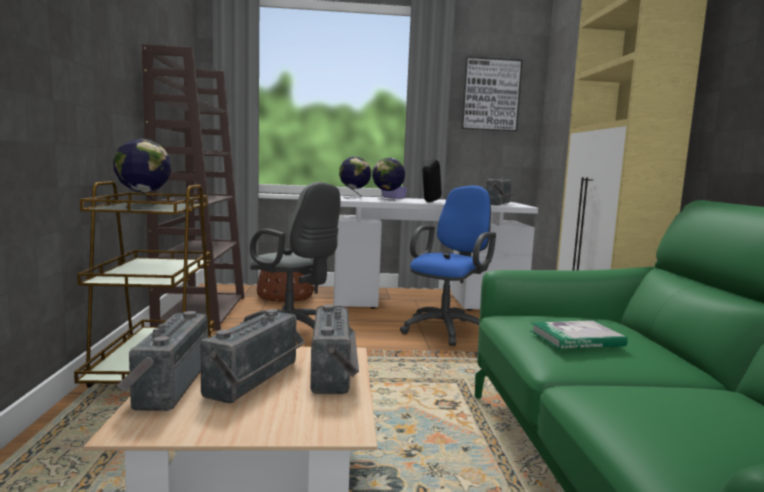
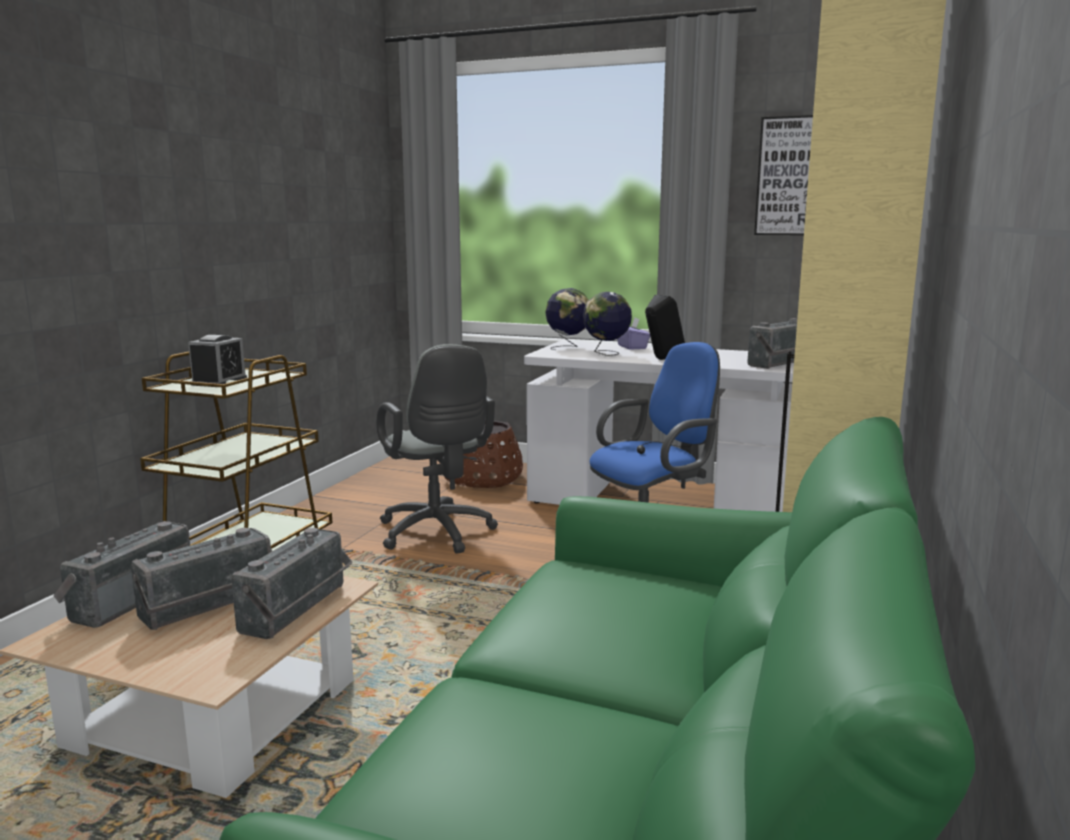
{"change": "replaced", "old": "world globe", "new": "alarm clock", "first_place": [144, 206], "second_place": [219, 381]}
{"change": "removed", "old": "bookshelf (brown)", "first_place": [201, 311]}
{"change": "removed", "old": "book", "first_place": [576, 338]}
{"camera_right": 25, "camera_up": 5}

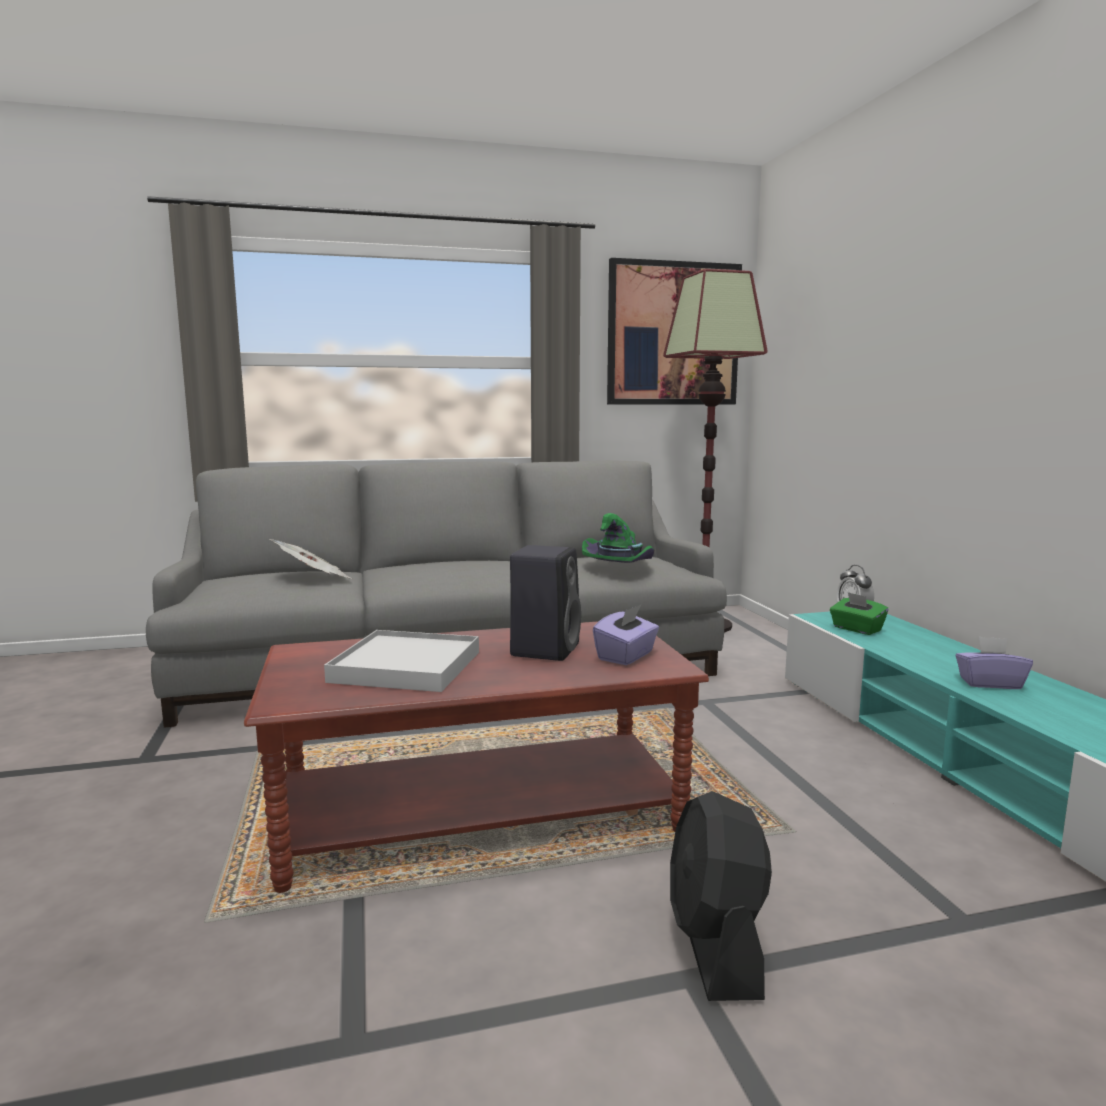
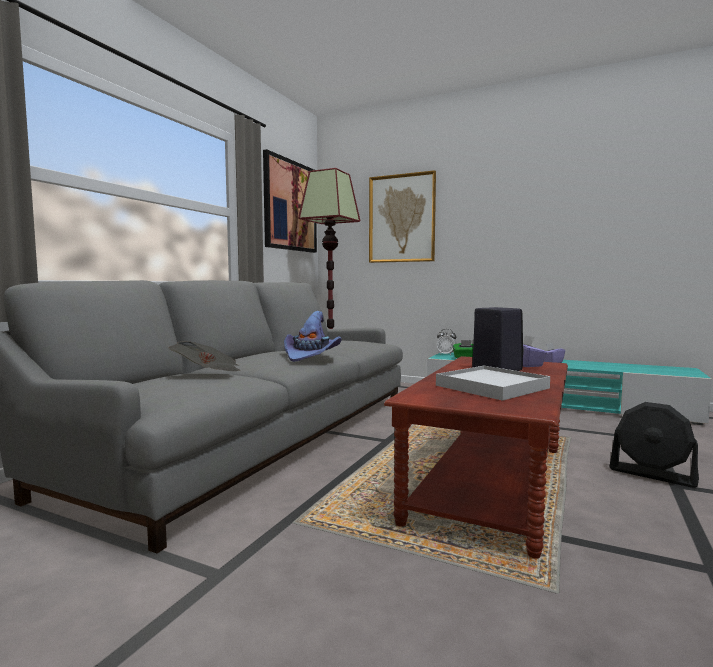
{"change": "added", "new": "wearable hat (purple)", "second_place": [311, 356]}
{"change": "added", "new": "wall art", "second_place": [402, 218]}
{"change": "removed", "old": "wearable hat (greenish)", "first_place": [619, 566]}
{"camera_right": -50, "camera_up": -5}

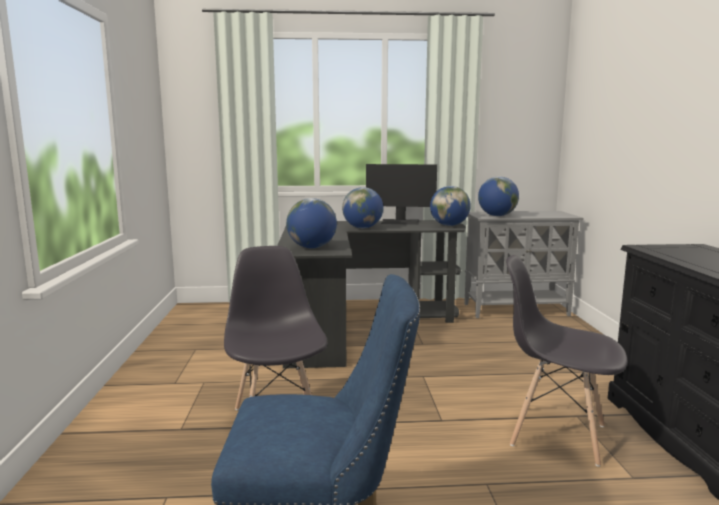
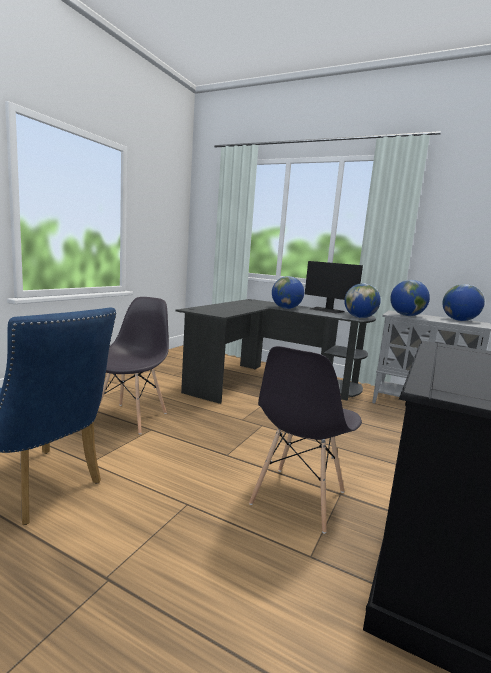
{"change": "turned", "old": "upright chair (grey)", "first_place": [556, 434], "second_place": [298, 498], "degrees": -120}
{"change": "moved", "old": "world globe", "first_place": [312, 247], "second_place": [459, 320]}
{"camera_right": 30, "camera_up": 0}

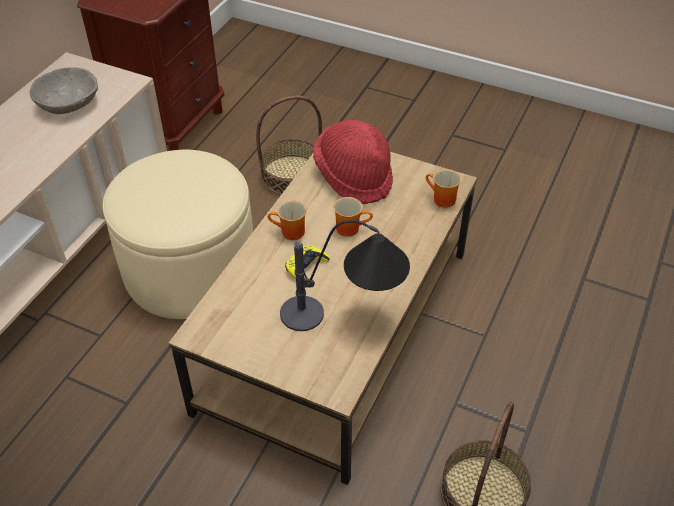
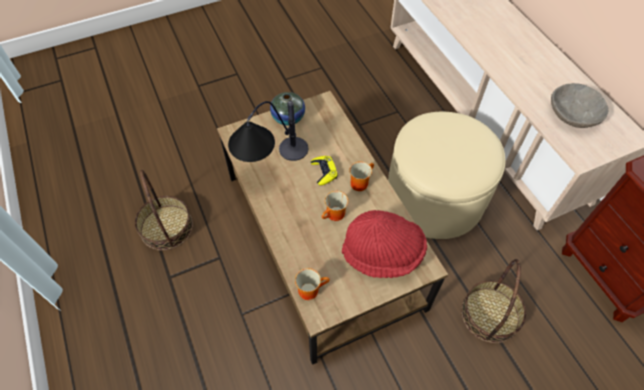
{"change": "added", "new": "vase", "second_place": [288, 117]}
{"camera_right": 130, "camera_up": 10}

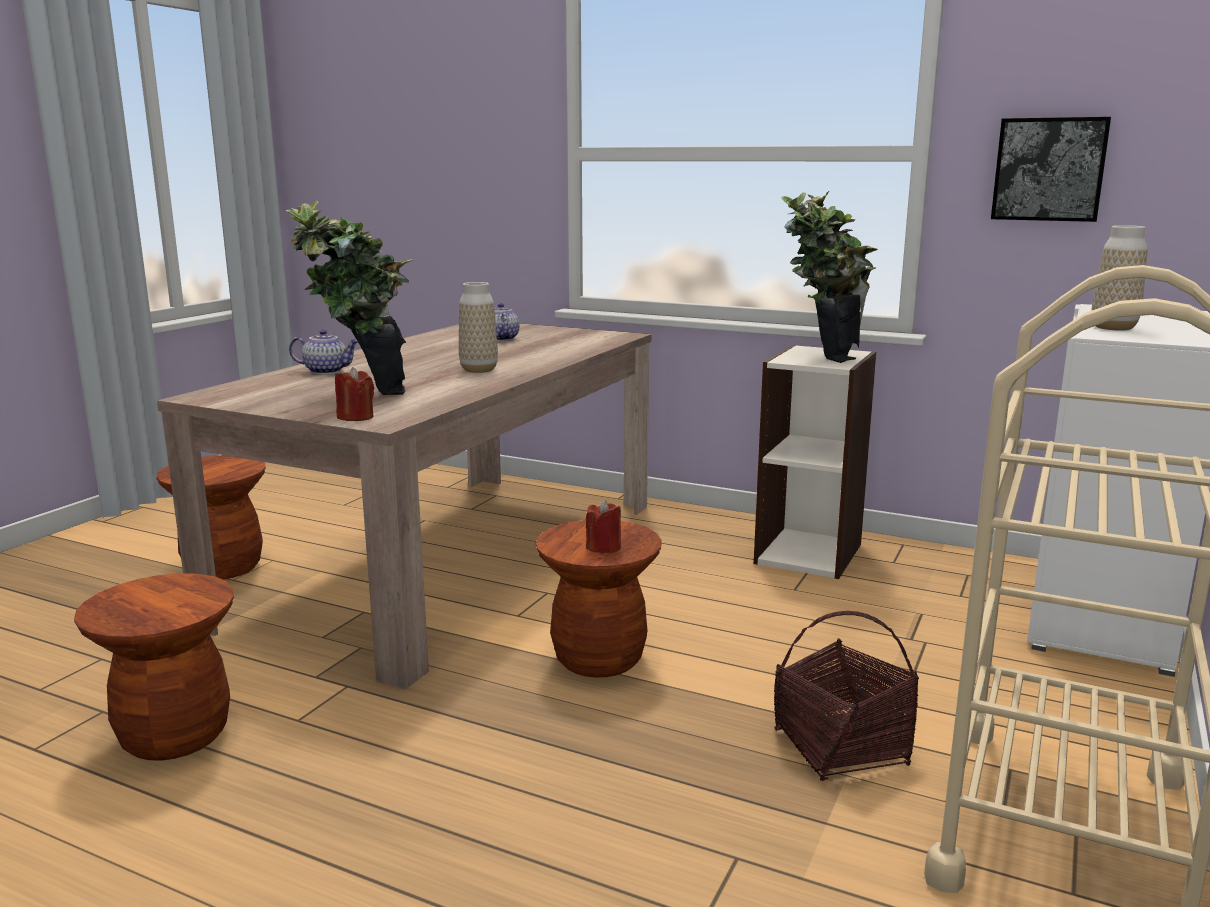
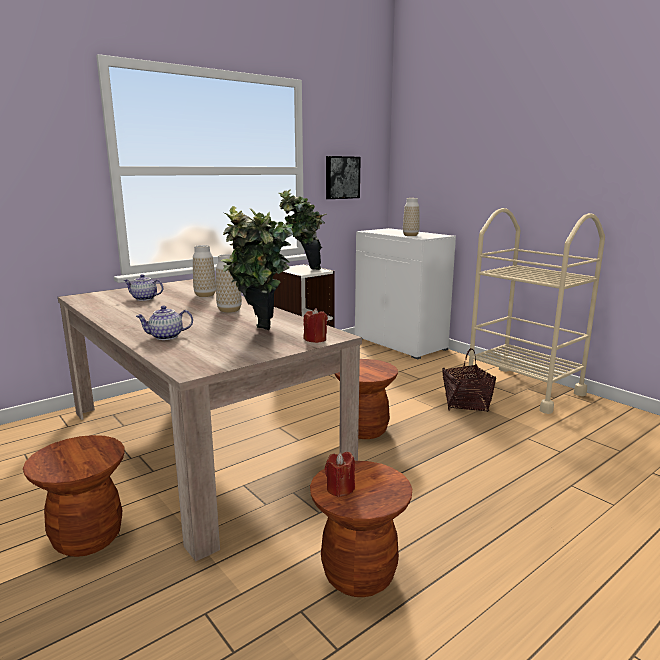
{"change": "turned", "old": "teapot", "first_place": [327, 371], "second_place": [166, 337], "degrees": -135}
{"change": "added", "new": "vase", "second_place": [205, 295]}
{"change": "moved", "old": "wax light (reddish)", "first_place": [604, 548], "second_place": [340, 489]}
{"camera_right": -65, "camera_up": 0}

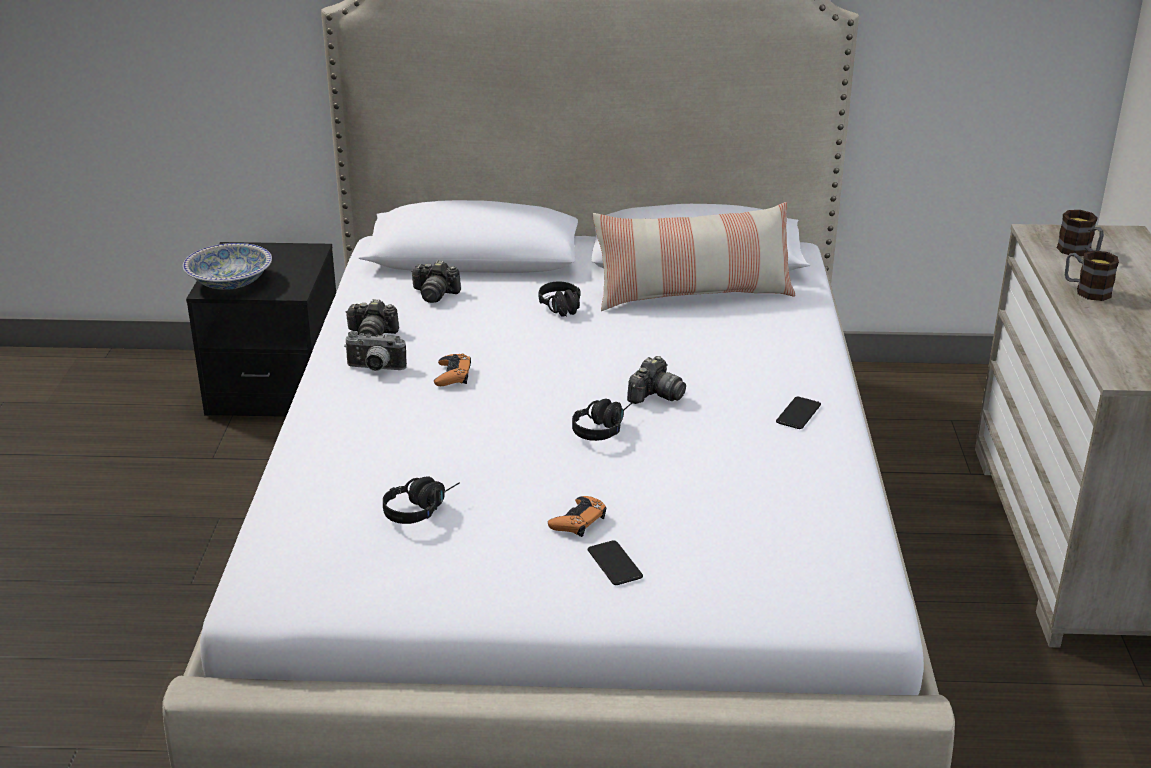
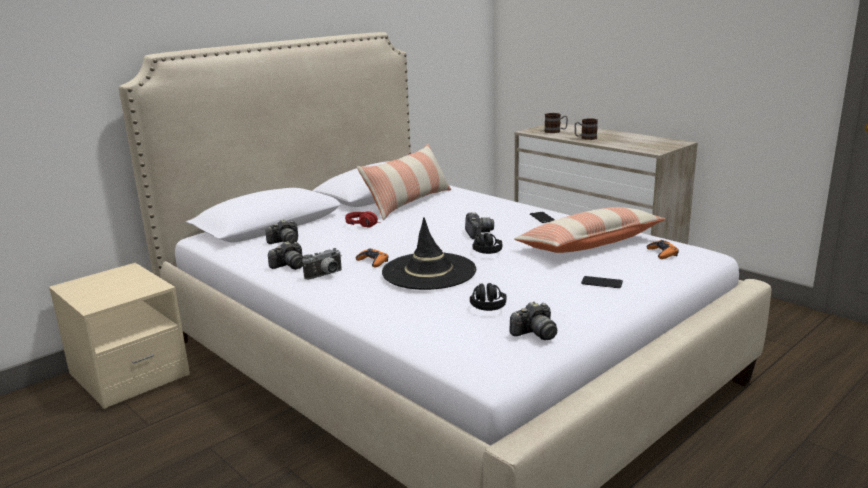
{"change": "recoloured", "old": "bedside table (black)", "new": "bedside table (beige)", "first_place": [276, 386], "second_place": [129, 375]}
{"change": "recoloured", "old": "headphones (black)", "new": "headphones (reddish)", "first_place": [563, 310], "second_place": [365, 225]}
{"change": "added", "new": "wearable hat (black)", "second_place": [429, 272]}
{"change": "added", "new": "still camera", "second_place": [535, 333]}
{"change": "added", "new": "throw pillow", "second_place": [589, 245]}
{"change": "moved", "old": "joypad (orangey)", "first_place": [578, 521], "second_place": [662, 253]}
{"change": "removed", "old": "serving bowl", "first_place": [230, 282]}
{"camera_right": -45, "camera_up": -10}

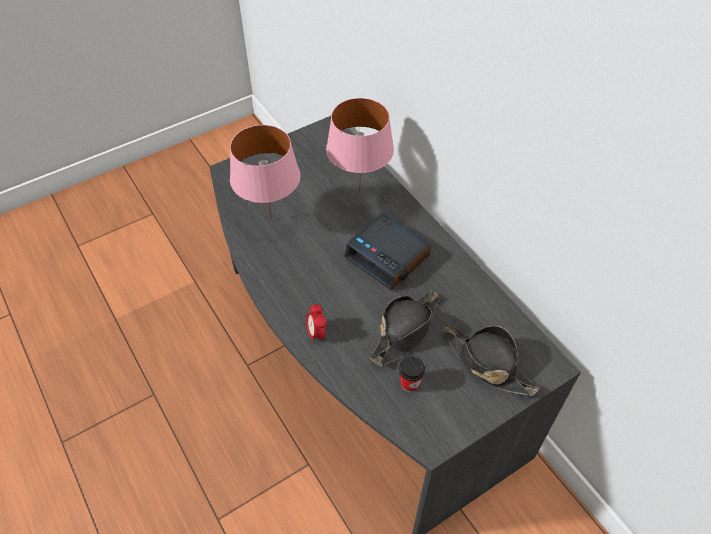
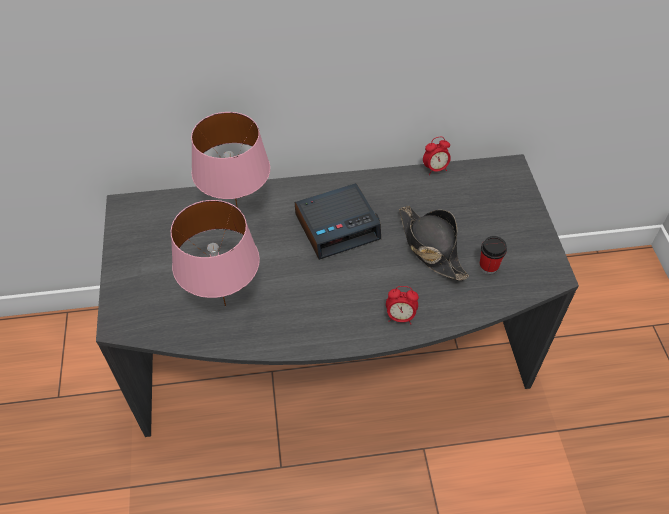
{"change": "added", "new": "alarm clock", "second_place": [435, 169]}
{"change": "removed", "old": "wearable hat (black)", "first_place": [487, 363]}
{"camera_right": -65, "camera_up": 0}

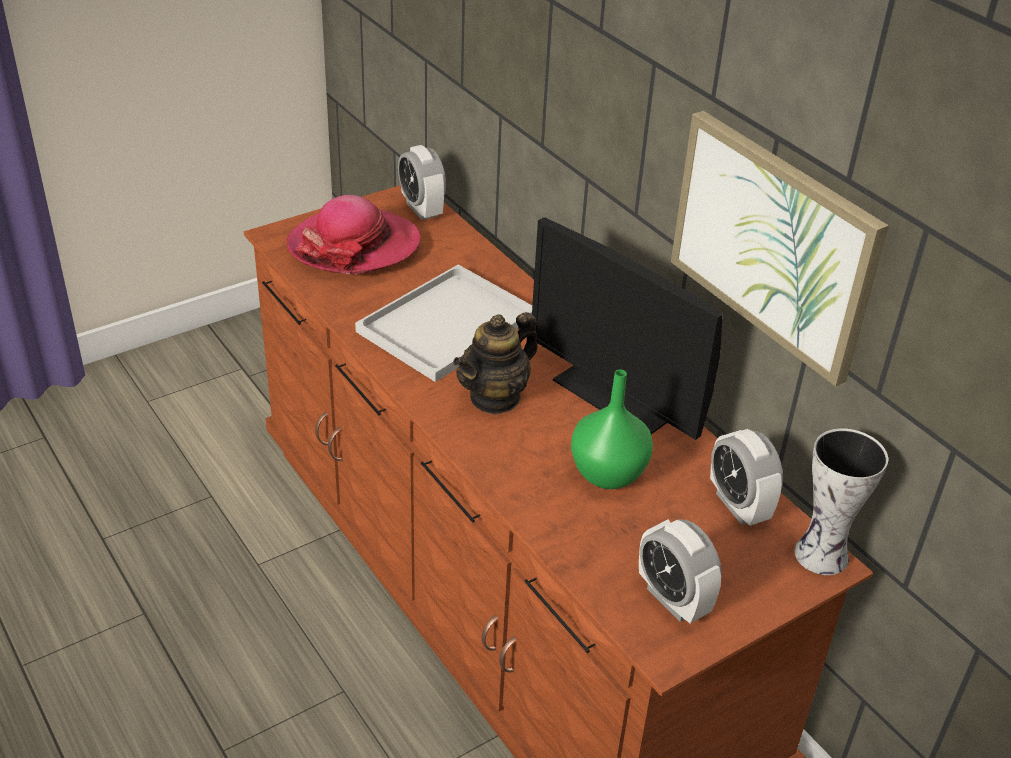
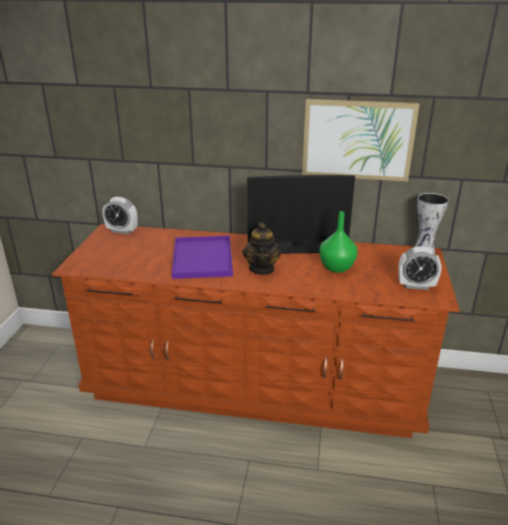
{"change": "recoloured", "old": "tray (white)", "new": "tray (purple)", "first_place": [448, 322], "second_place": [201, 257]}
{"change": "removed", "old": "wearable hat", "first_place": [354, 246]}
{"change": "removed", "old": "alarm clock", "first_place": [738, 505]}
{"camera_right": -45, "camera_up": -10}

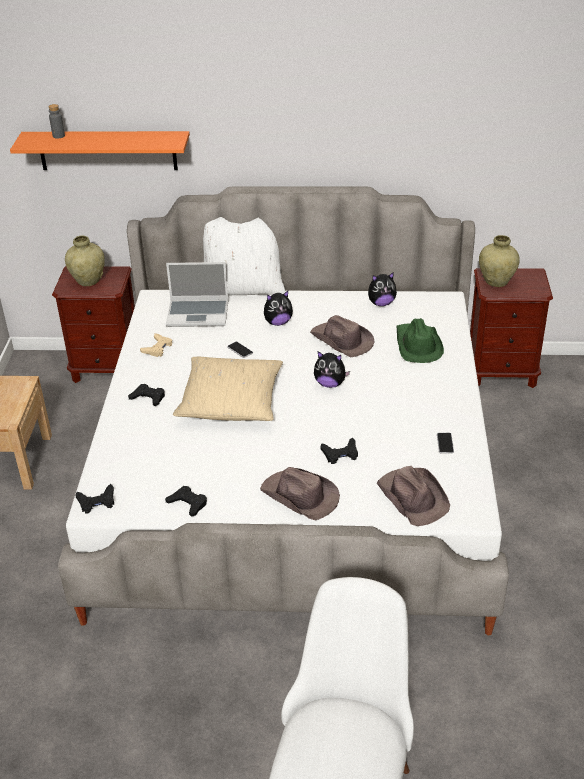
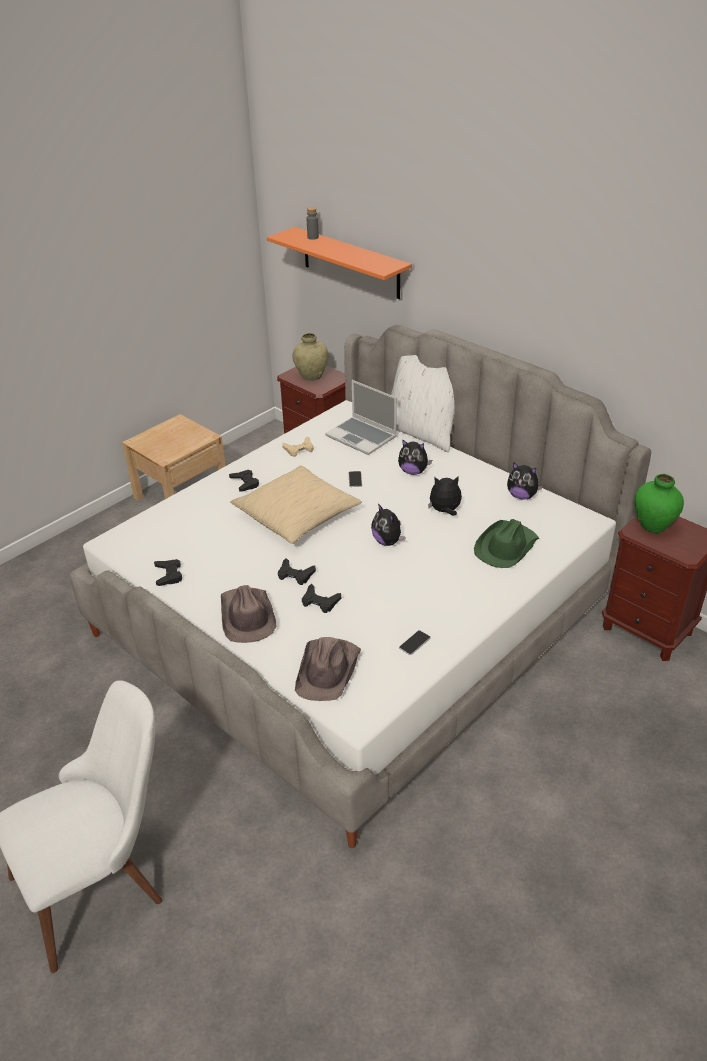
{"change": "moved", "old": "joypad (black)", "first_place": [97, 502], "second_place": [295, 575]}
{"change": "replaced", "old": "wearable hat (brown)", "new": "cuddly toy", "first_place": [342, 341], "second_place": [445, 511]}
{"change": "recoloured", "old": "vase (beige)", "new": "vase (greenish)", "first_place": [496, 282], "second_place": [653, 526]}
{"camera_right": 40, "camera_up": 0}

